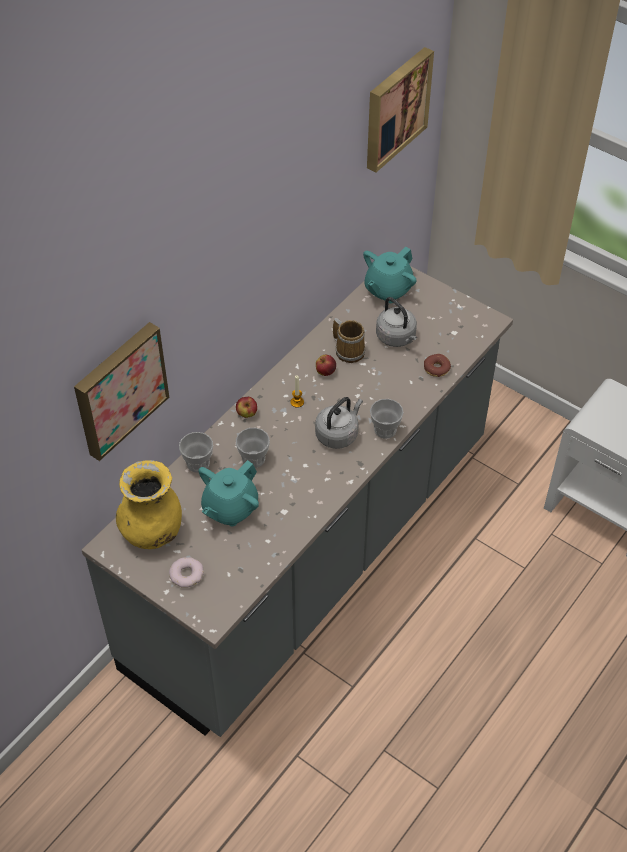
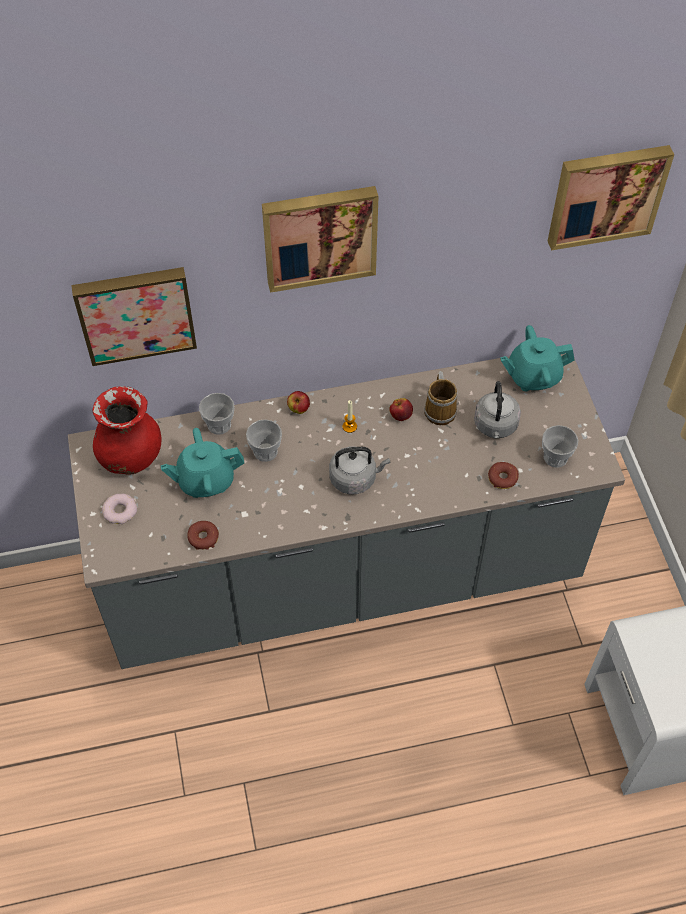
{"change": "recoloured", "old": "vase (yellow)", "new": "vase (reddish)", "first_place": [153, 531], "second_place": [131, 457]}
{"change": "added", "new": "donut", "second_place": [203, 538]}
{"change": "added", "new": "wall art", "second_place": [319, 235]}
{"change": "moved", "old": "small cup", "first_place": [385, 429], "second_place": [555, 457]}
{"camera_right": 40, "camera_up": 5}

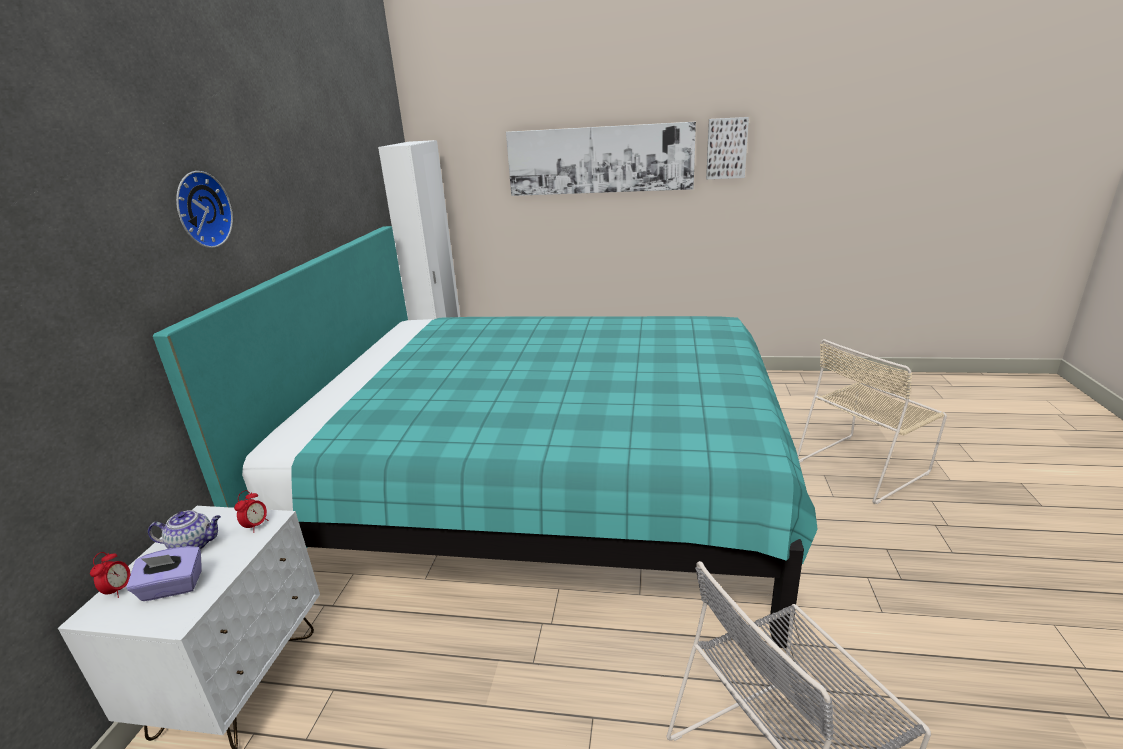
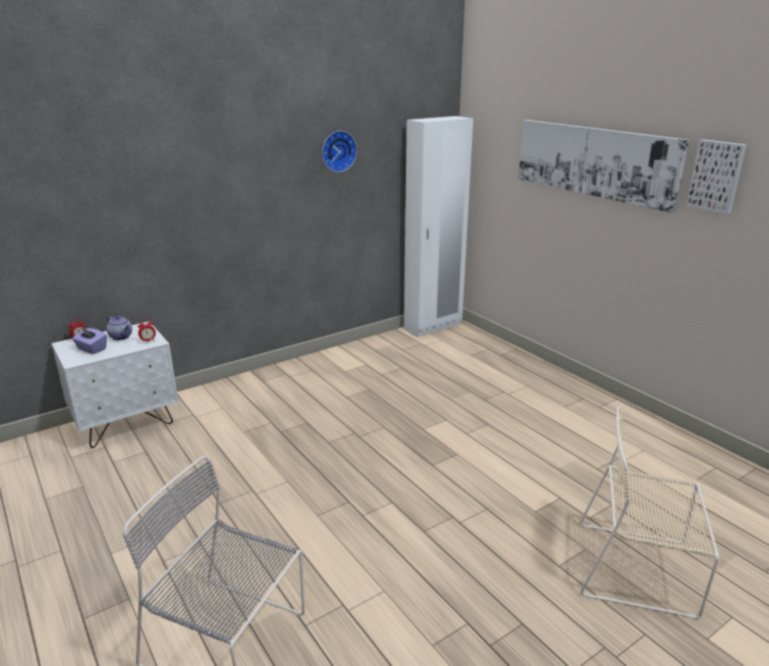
{"change": "moved", "old": "hanging clock", "first_place": [200, 210], "second_place": [337, 151]}
{"change": "removed", "old": "sleeping bed (turquoise)", "first_place": [544, 487]}
{"camera_right": 45, "camera_up": 0}

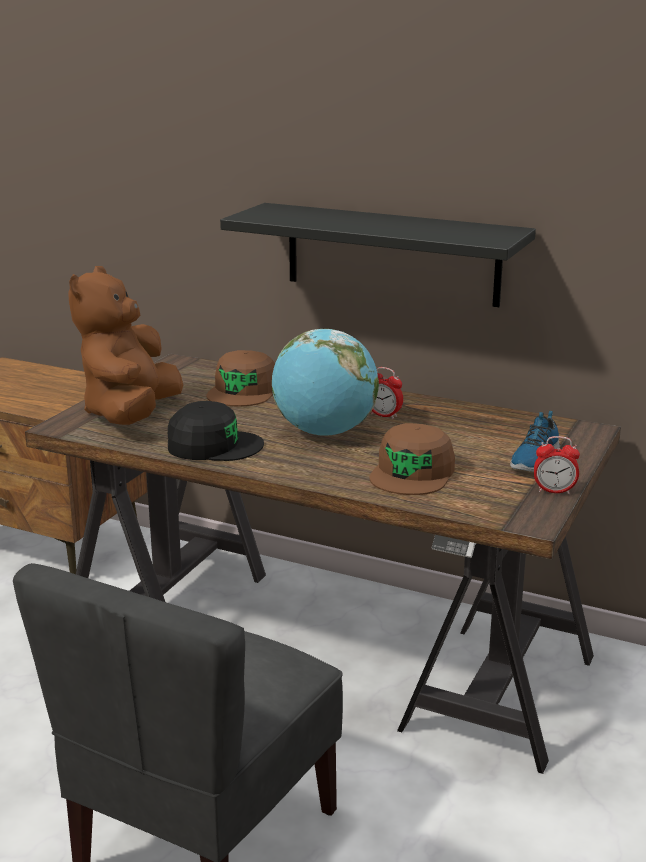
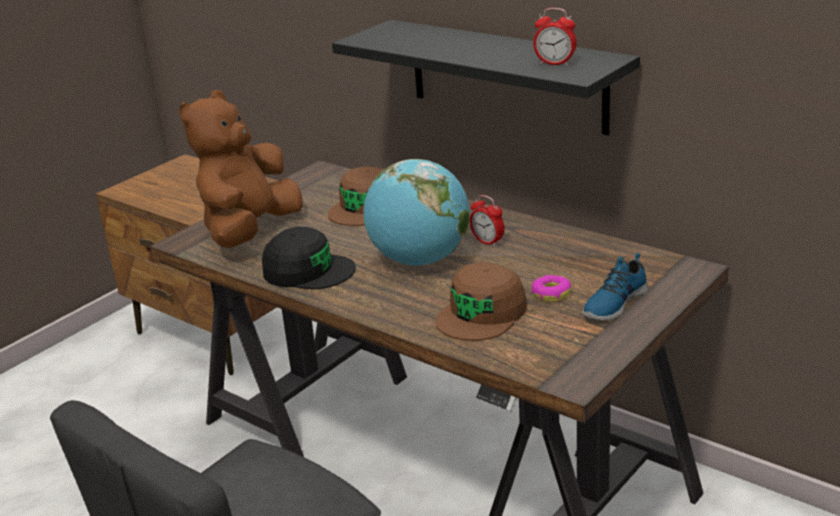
{"change": "added", "new": "donut", "second_place": [551, 294]}
{"change": "moved", "old": "alarm clock", "first_place": [554, 491], "second_place": [555, 64]}
{"camera_right": 15, "camera_up": 5}

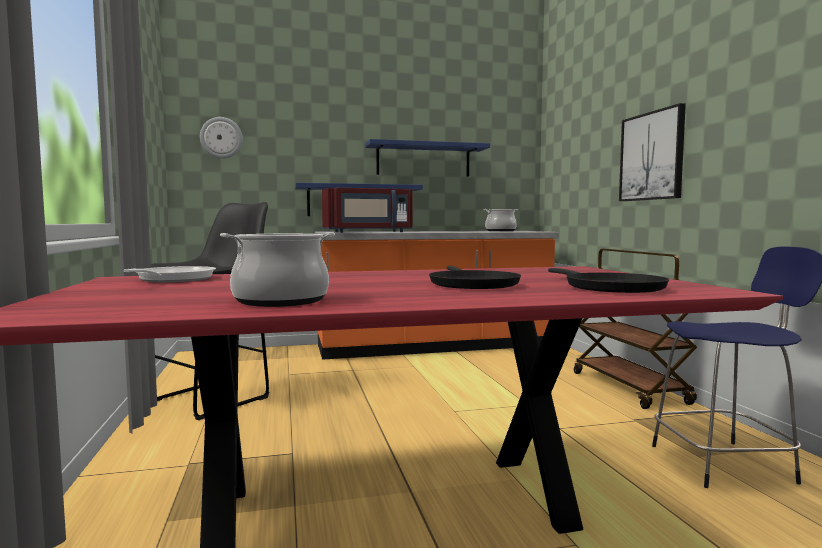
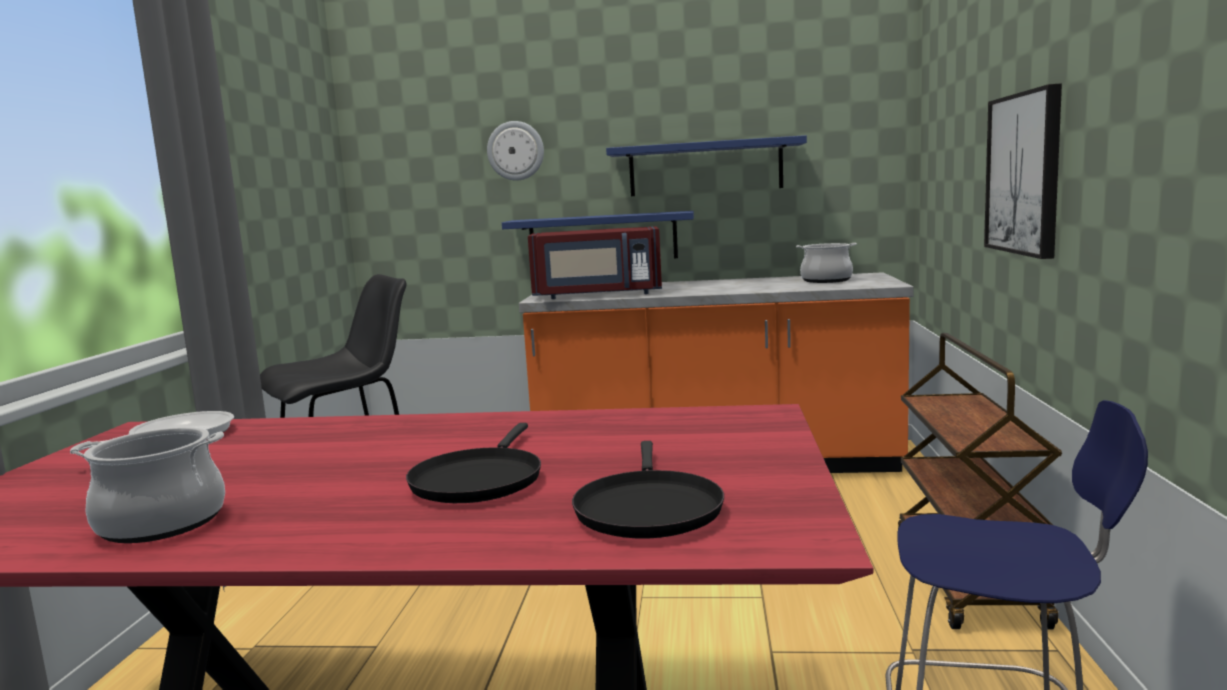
{"change": "moved", "old": "hanging clock", "first_place": [221, 138], "second_place": [515, 151]}
{"camera_right": 20, "camera_up": 5}

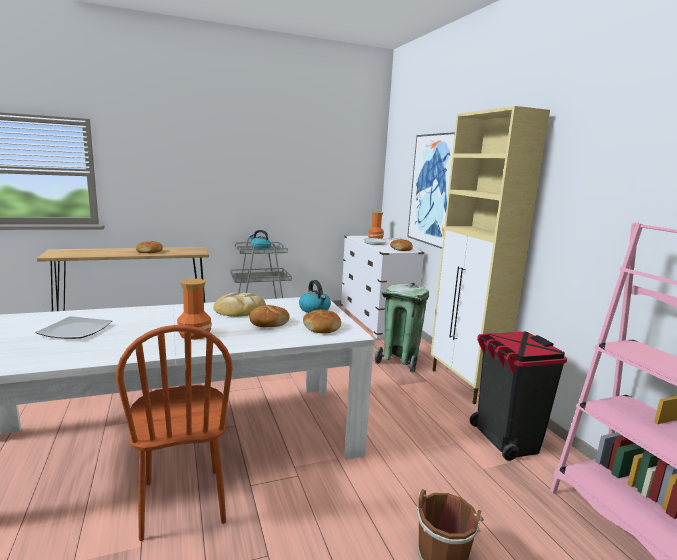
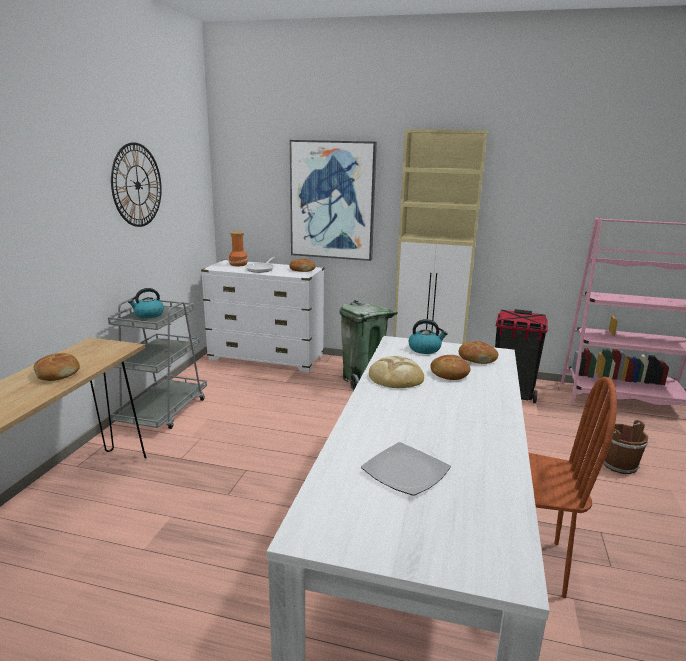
{"change": "added", "new": "hanging clock", "second_place": [137, 185]}
{"change": "removed", "old": "vase", "first_place": [194, 334]}
{"camera_right": -55, "camera_up": 5}

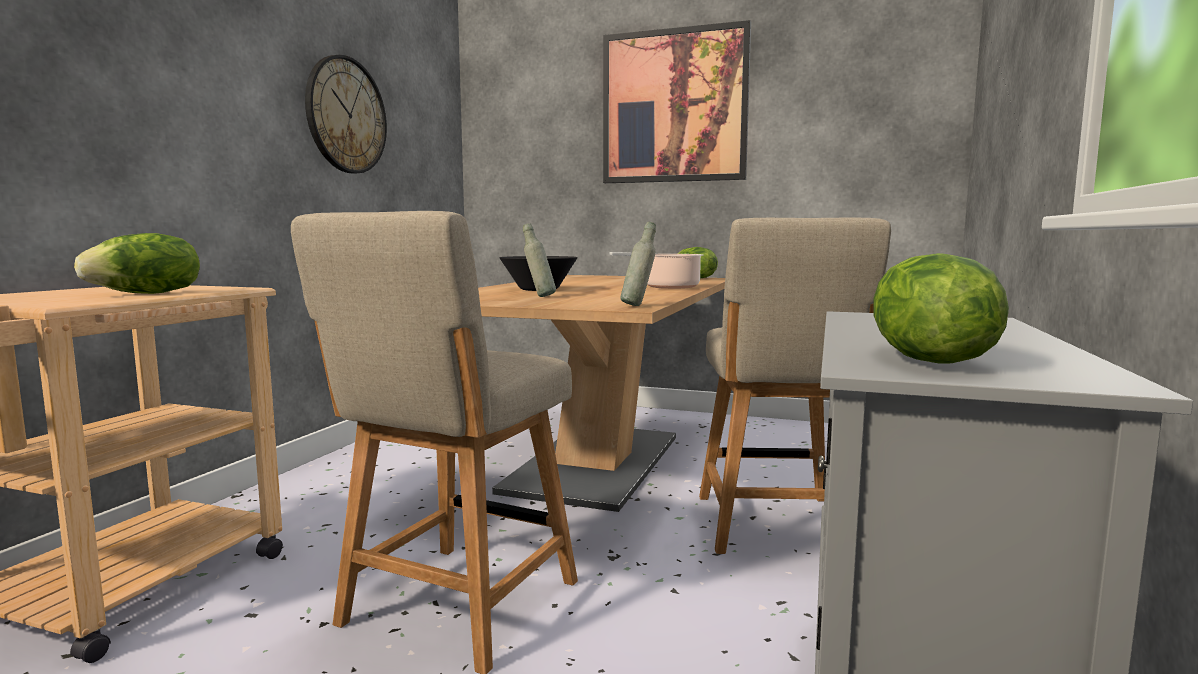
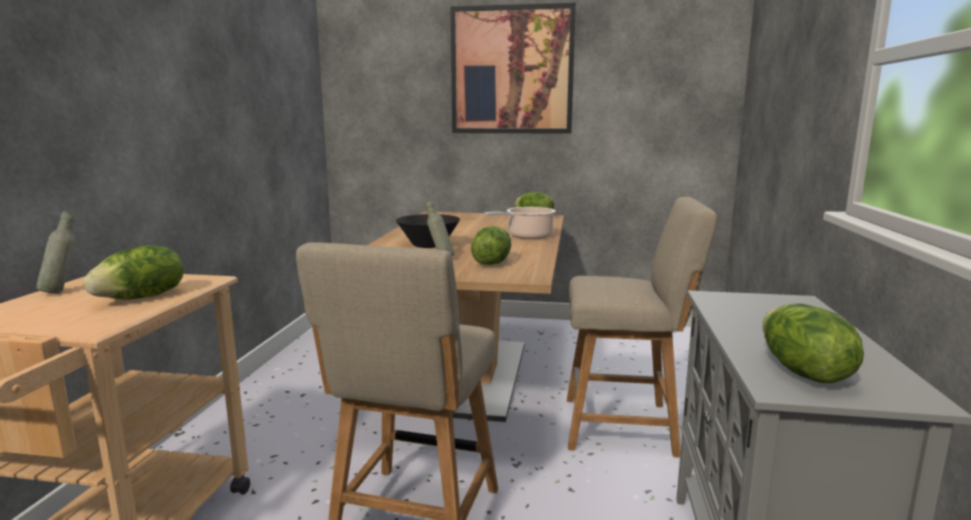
{"change": "moved", "old": "drink bottle (grey)", "first_place": [638, 305], "second_place": [63, 292]}
{"change": "added", "new": "head of lettuce", "second_place": [491, 262]}
{"change": "turned", "old": "upright chair (beige)", "first_place": [777, 528], "second_place": [626, 426], "degrees": -75}
{"change": "removed", "old": "hanging clock", "first_place": [346, 115]}
{"camera_right": -10, "camera_up": 5}

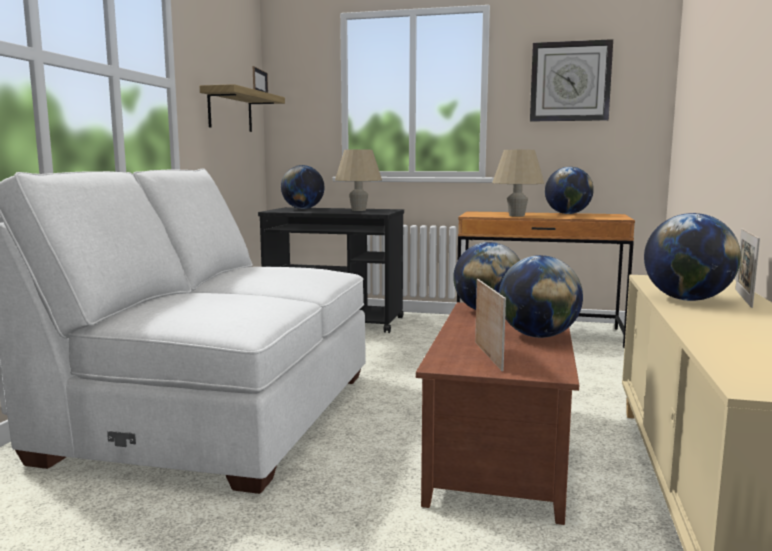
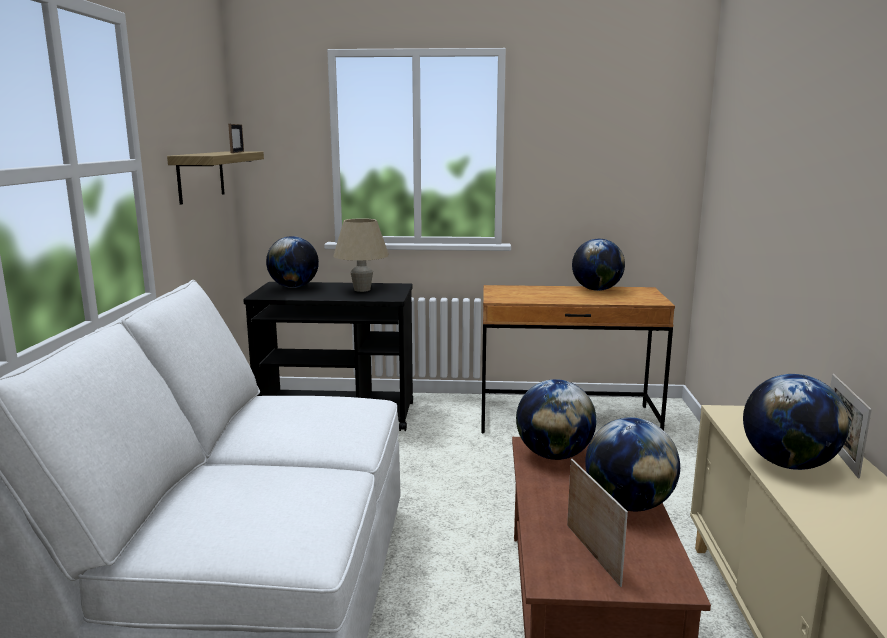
{"change": "removed", "old": "tabletop lamp (beige)", "first_place": [516, 215]}
{"change": "removed", "old": "hanging clock", "first_place": [570, 81]}
{"camera_right": -10, "camera_up": 5}

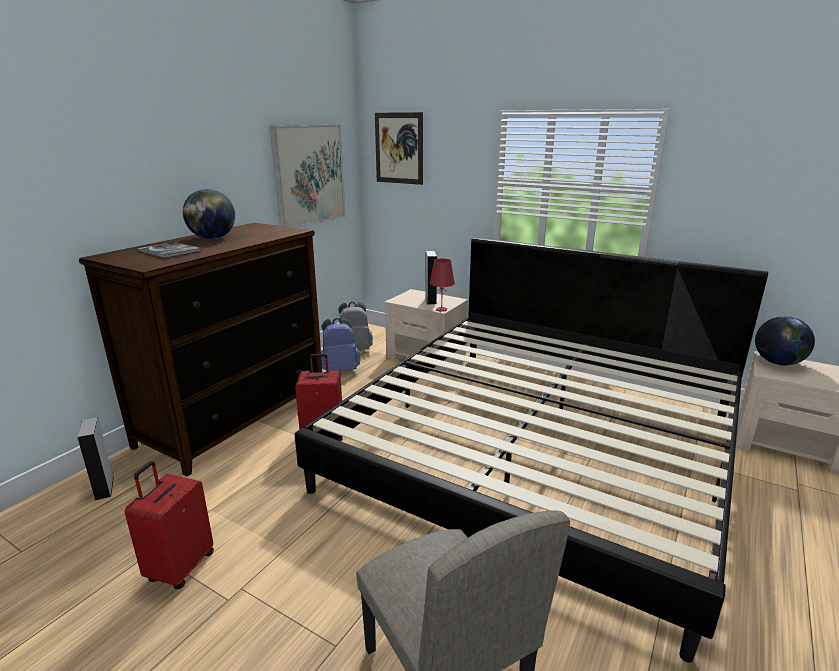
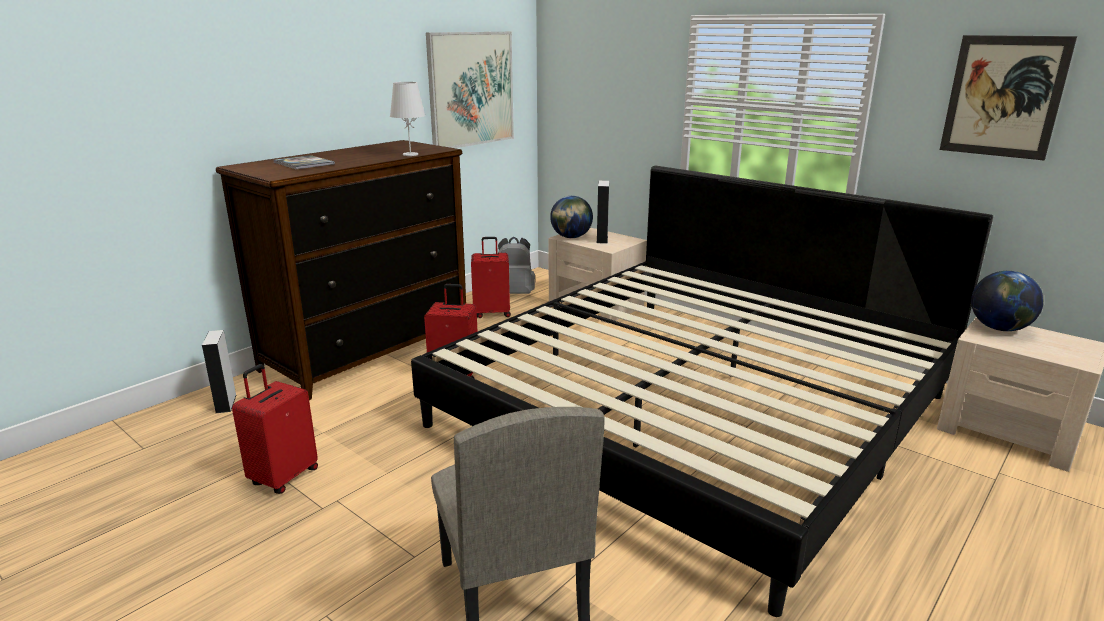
{"change": "added", "new": "tabletop lamp (white)", "second_place": [410, 154]}
{"change": "replaced", "old": "backpack (blue-coloured)", "new": "suitcase (reddish)", "first_place": [340, 369], "second_place": [492, 313]}
{"change": "moved", "old": "world globe", "first_place": [212, 238], "second_place": [571, 237]}
{"change": "moved", "old": "wall art", "first_place": [399, 148], "second_place": [1003, 97]}
{"change": "removed", "old": "tabletop lamp (reddish)", "first_place": [441, 309]}
{"camera_right": 10, "camera_up": 0}

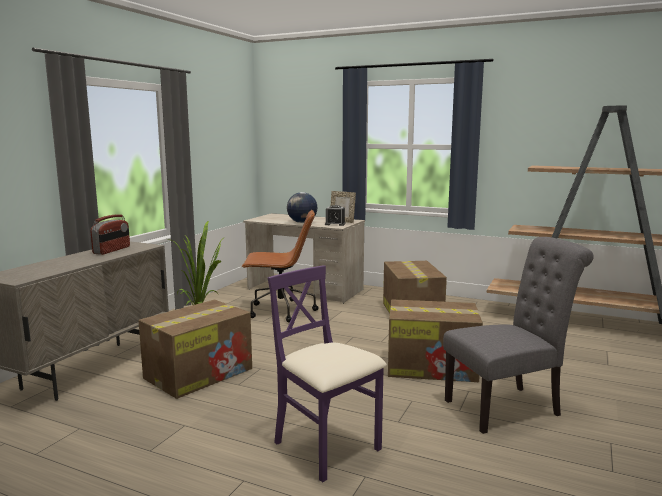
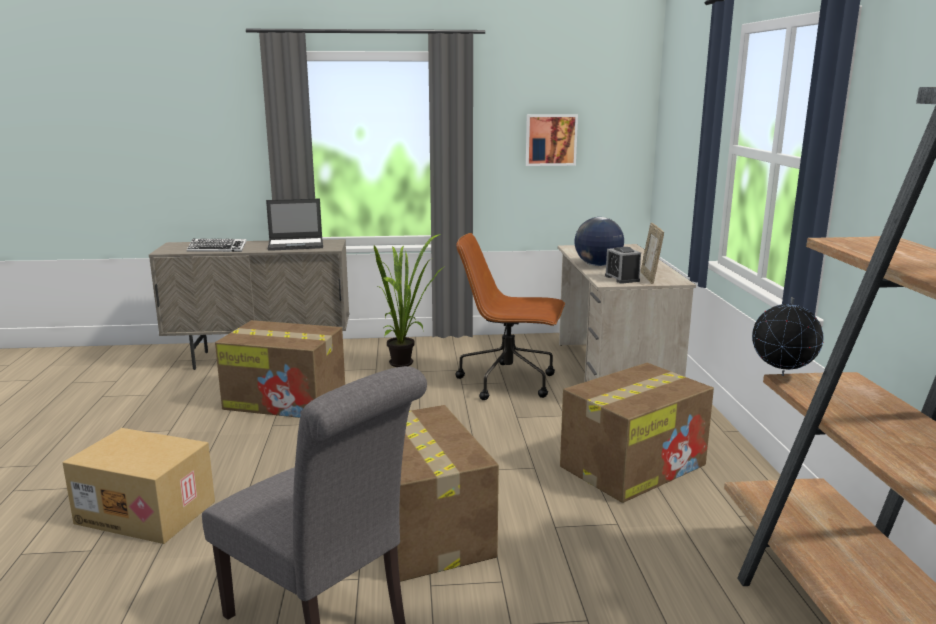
{"change": "replaced", "old": "upright chair (purple)", "new": "carton", "first_place": [327, 447], "second_place": [148, 512]}
{"change": "added", "new": "keyboard", "second_place": [217, 249]}
{"change": "replaced", "old": "radio set", "new": "portable computer", "first_place": [112, 250], "second_place": [296, 244]}
{"change": "turned", "old": "office chair (brown)", "first_place": [280, 311], "second_place": [509, 382], "degrees": 135}
{"change": "added", "new": "wall art", "second_place": [550, 140]}
{"change": "added", "new": "world globe", "second_place": [781, 376]}
{"camera_right": 60, "camera_up": 5}

